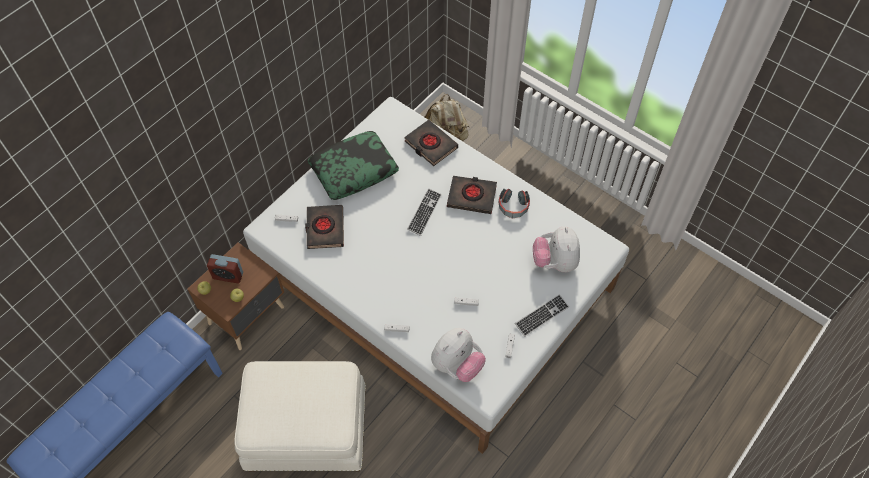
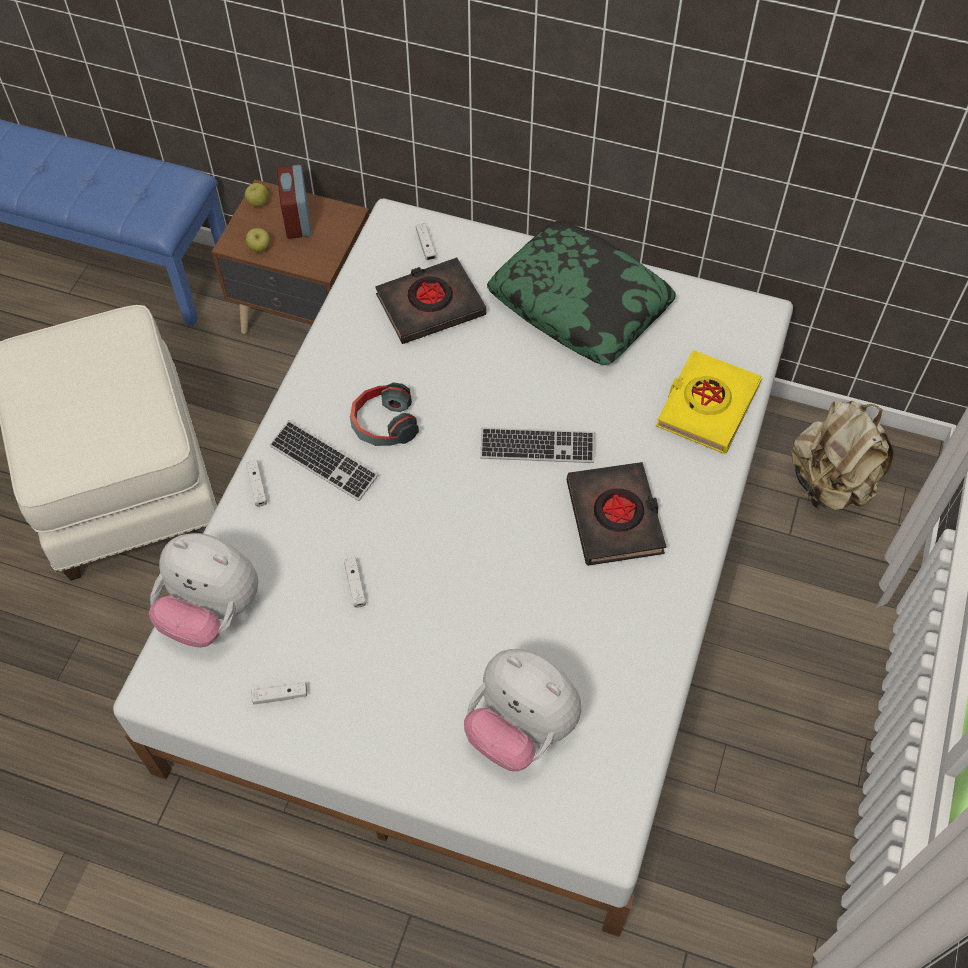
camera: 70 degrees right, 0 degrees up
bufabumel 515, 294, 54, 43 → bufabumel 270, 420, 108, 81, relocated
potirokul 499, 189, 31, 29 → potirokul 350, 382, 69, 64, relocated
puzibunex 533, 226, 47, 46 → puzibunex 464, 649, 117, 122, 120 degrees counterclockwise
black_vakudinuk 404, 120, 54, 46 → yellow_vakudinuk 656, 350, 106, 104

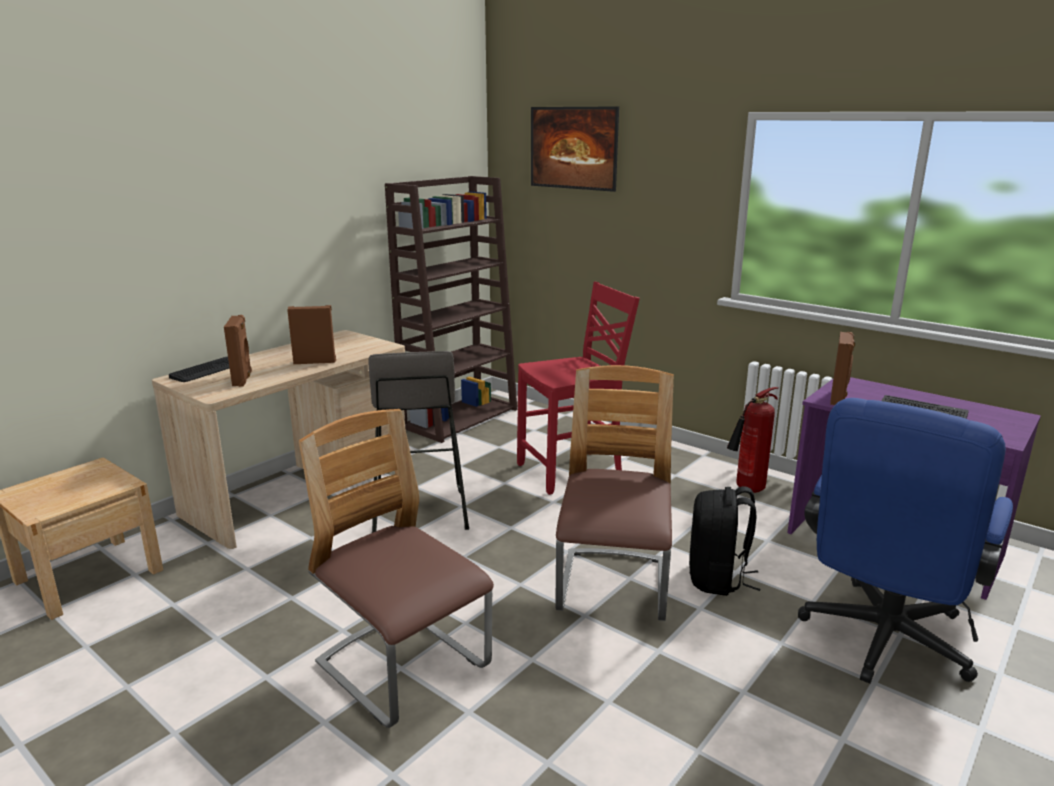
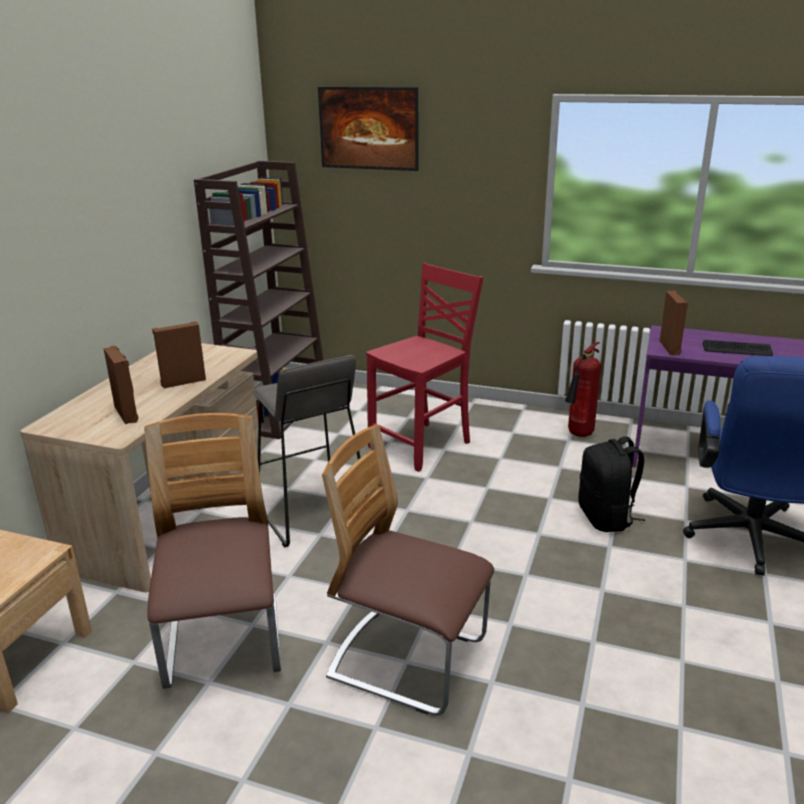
camera: 20 degrees left, 5 degrees up
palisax 555, 365, 119, 256 → palisax 144, 413, 137, 276, relocated
bufabumel 169, 356, 61, 26 → -

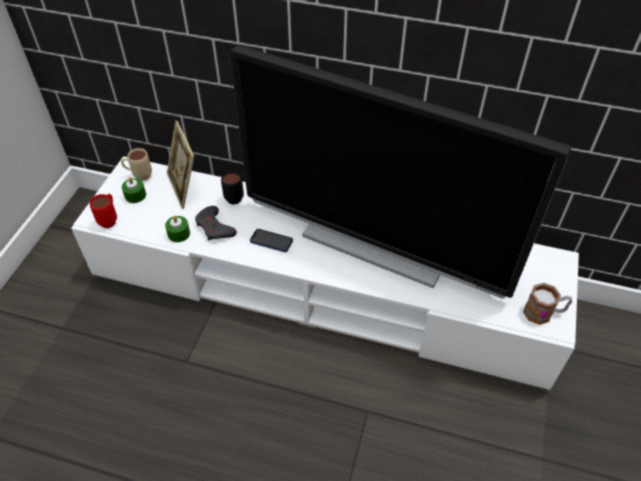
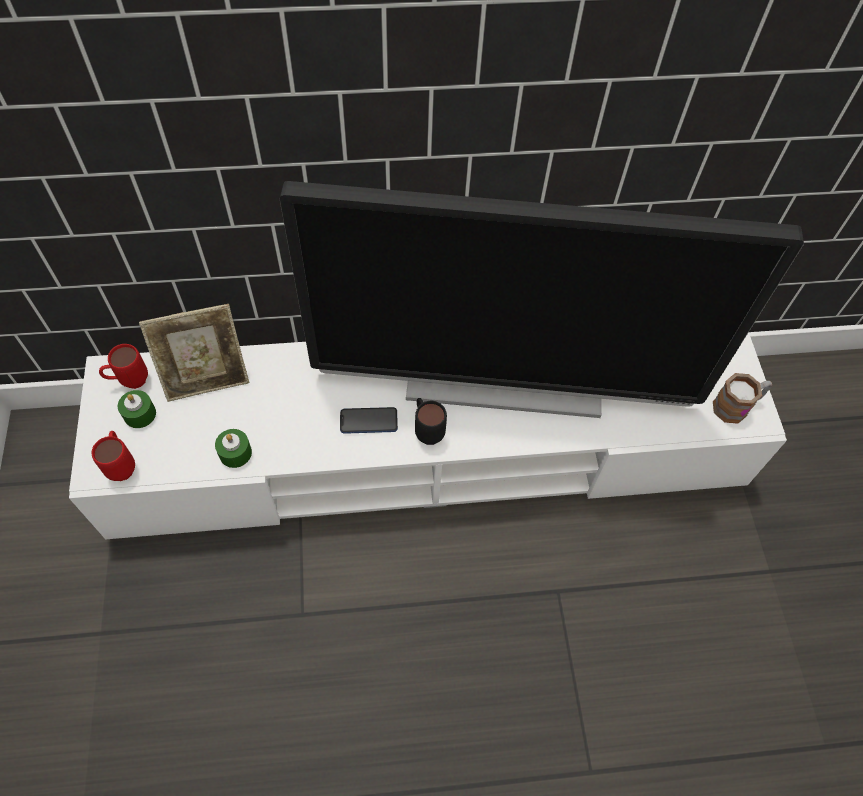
camera: 25 degrees left, 10 degrees up
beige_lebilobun 121, 148, 31, 33 → red_lebilobun 99, 344, 49, 45
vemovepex 167, 121, 27, 88 → vemovepex 139, 304, 111, 98, 60 degrees counterclockwise
black_lebilobun 221, 171, 23, 33 → black_lebilobun 415, 398, 32, 47, relocated
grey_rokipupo 195, 206, 42, 34 → -

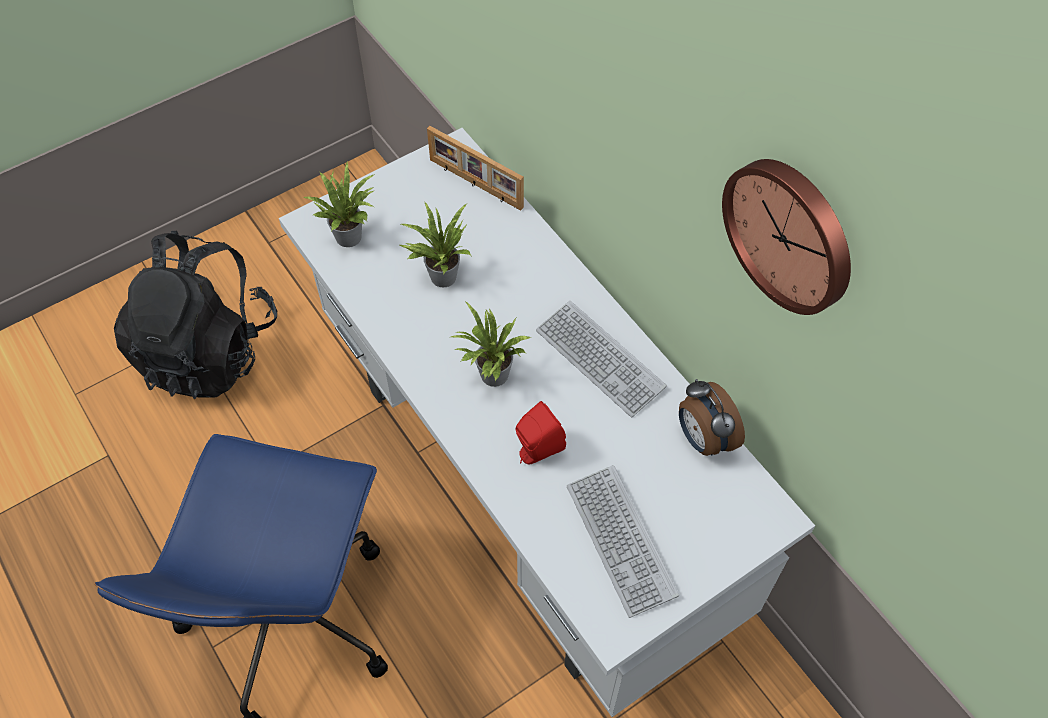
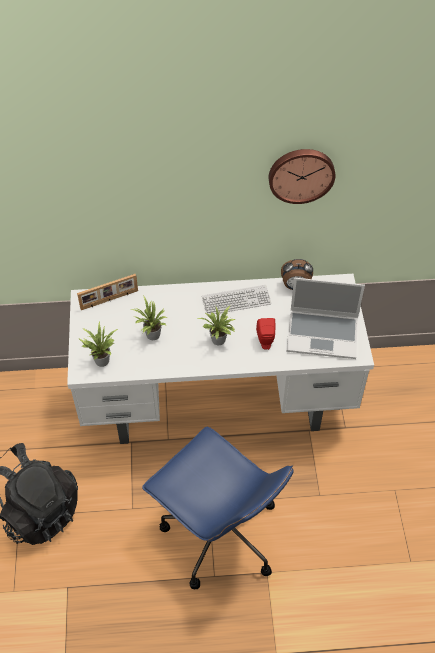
camera: 60 degrees left, 5 degrees down
bufabumel 567, 465, 112, 153 → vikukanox 286, 278, 79, 81

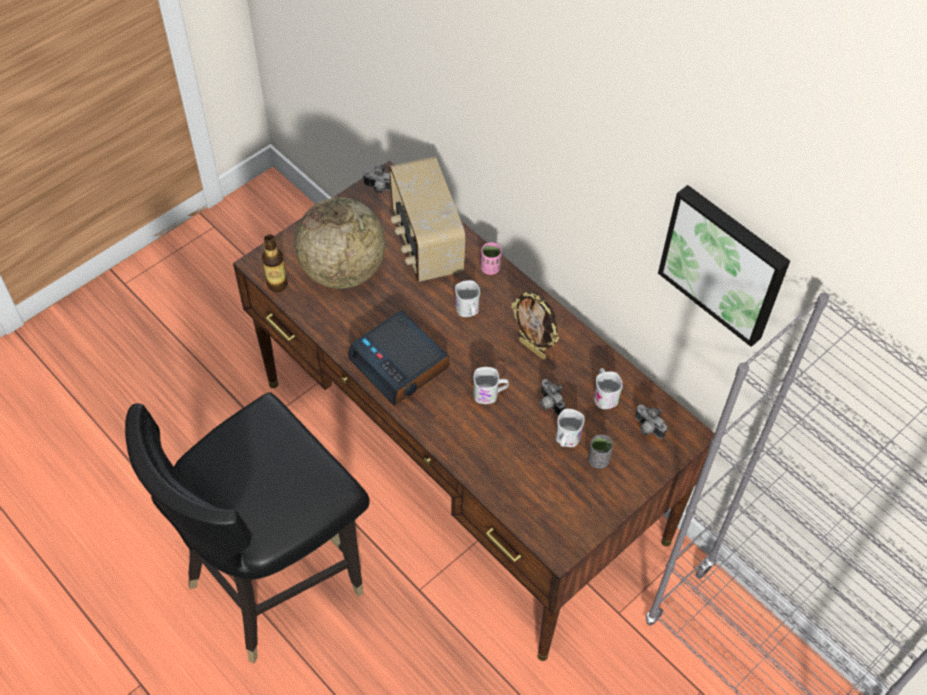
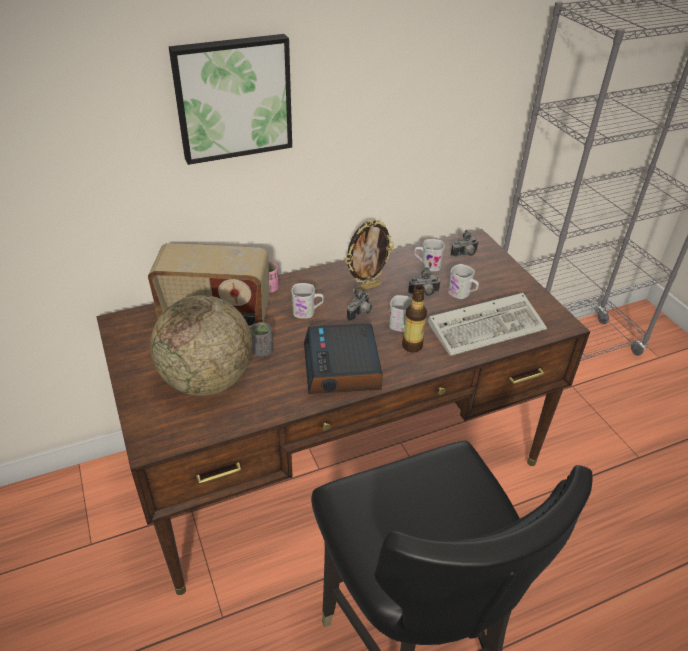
camera: 70 degrees left, 15 degrees down
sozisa 658, 185, 132, 162 → sozisa 169, 34, 123, 131, relocated
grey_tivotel 588, 435, 25, 34 → grey_tivotel 250, 322, 23, 35, relocated
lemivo 348, 310, 101, 96 → lemivo 304, 323, 79, 71, 105 degrees clockwise
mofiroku 363, 164, 28, 29 → mofiroku 347, 288, 25, 33, relocated
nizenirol 262, 234, 26, 58 → nizenirol 402, 285, 25, 67, relocated
- → bufabumel 428, 293, 119, 63

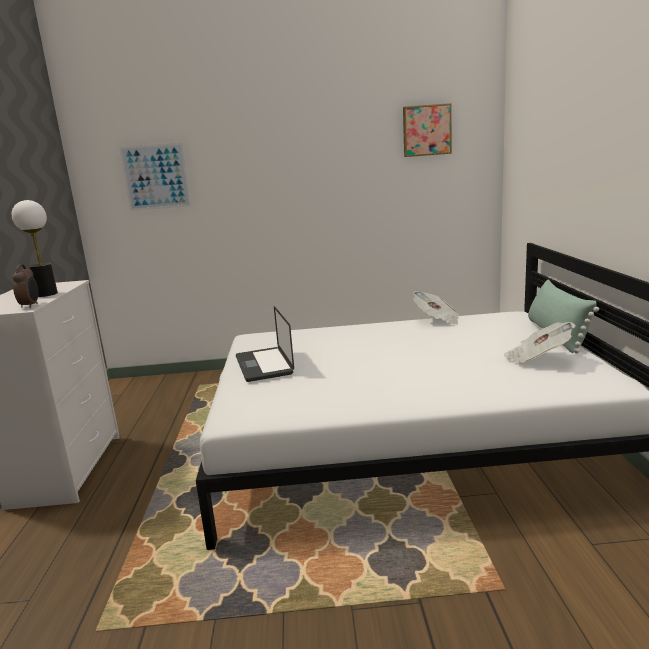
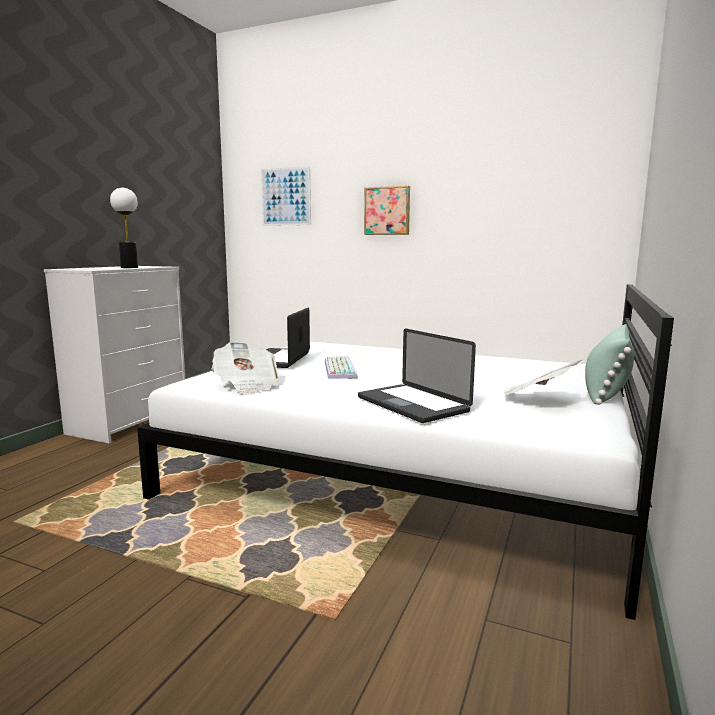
camera: 25 degrees right, 5 degrees down
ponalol 413, 291, 47, 34 → ponalol 212, 341, 67, 54, relocated
- → bufabumel 325, 356, 33, 23
- → vikukanox 358, 329, 118, 94
sozisa 403, 103, 49, 54 → sozisa 364, 186, 46, 49, relocated
lemivo 12, 264, 26, 44 → -

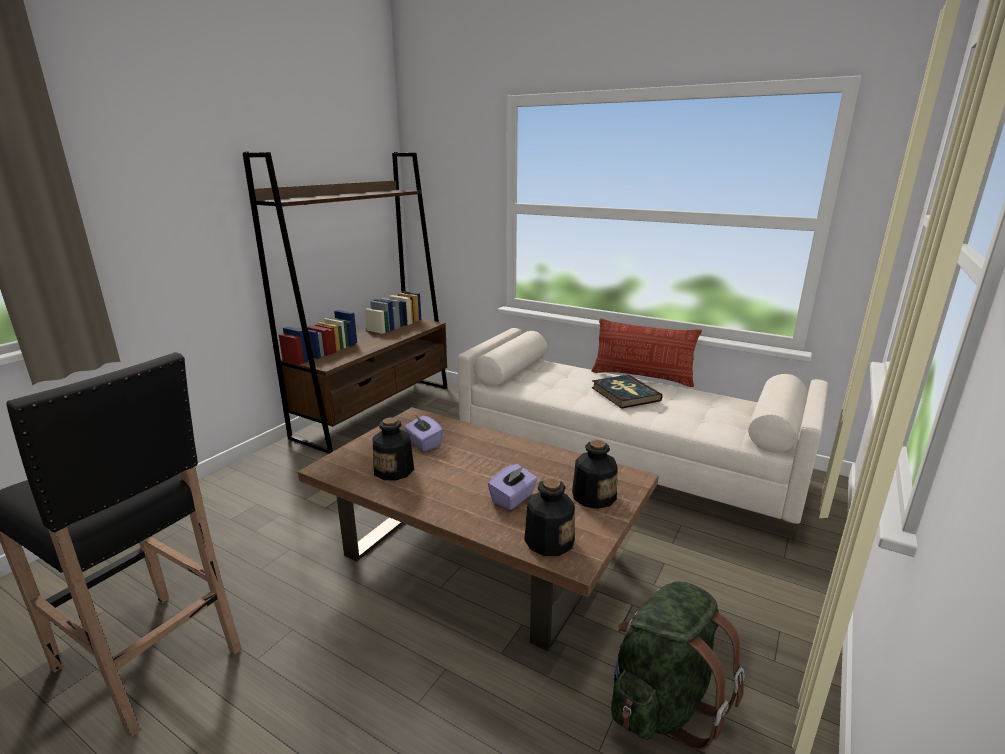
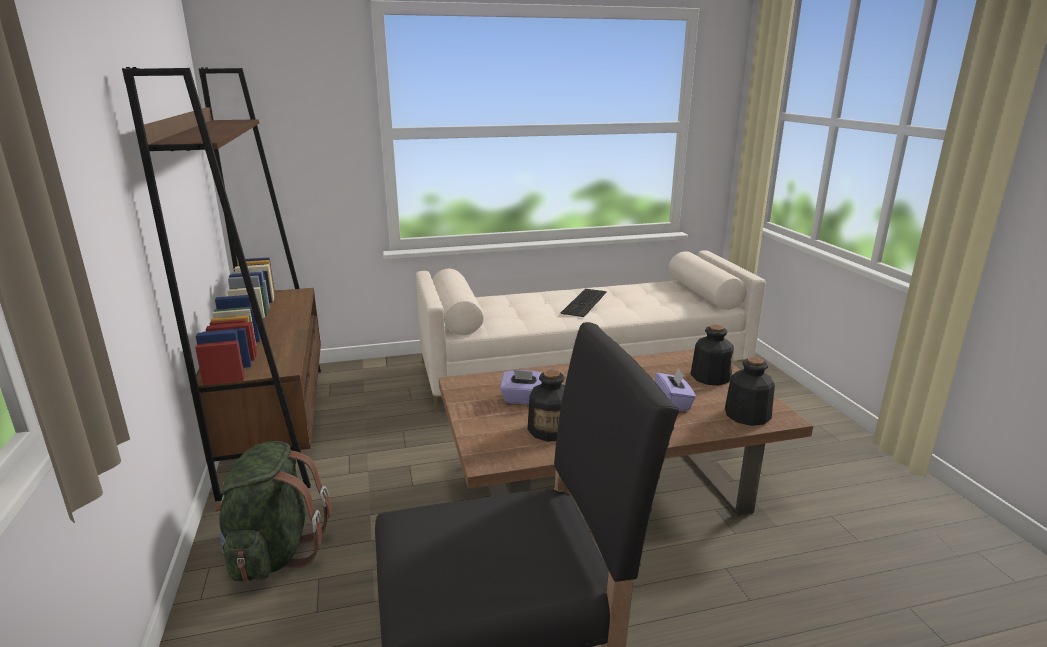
camera: 45 degrees left, 0 degrees up
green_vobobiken 611, 581, 134, 169 → green_vobobiken 214, 441, 118, 141, relocated
vakudinuk 592, 374, 70, 35 → bufabumel 560, 289, 47, 28
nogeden 591, 318, 111, 69 → -

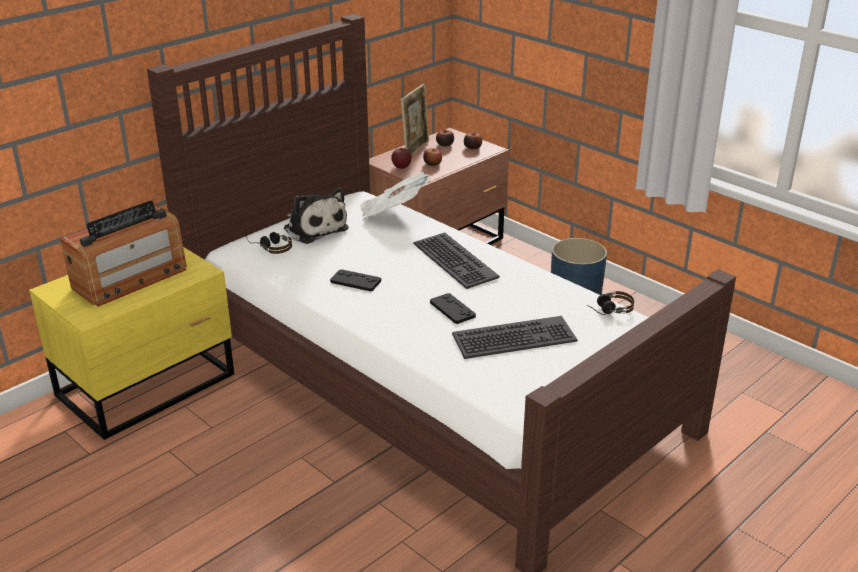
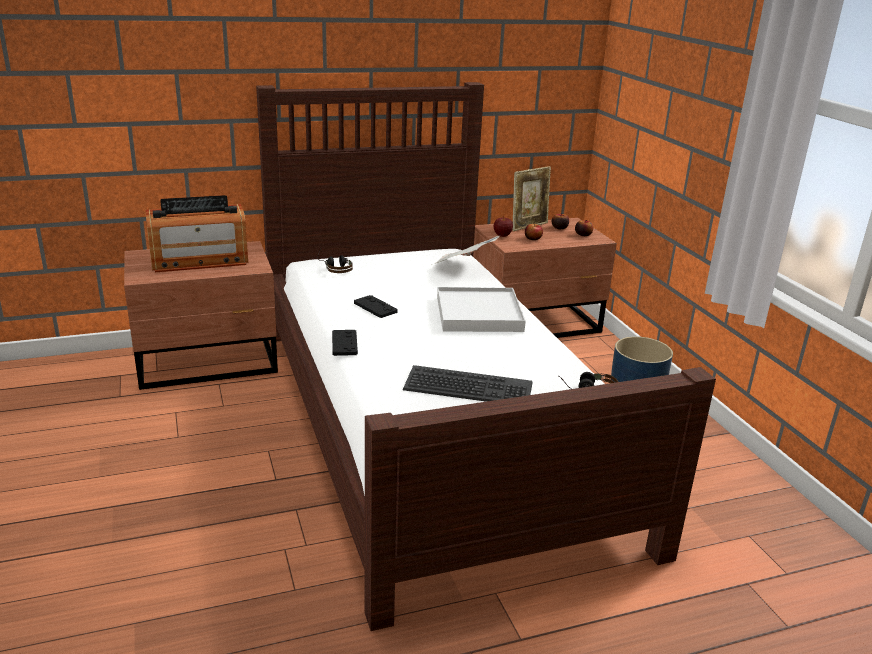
camera: 25 degrees right, 5 degrees down
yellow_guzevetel 29, 247, 205, 193 → brown_guzevetel 124, 241, 154, 149
black_rokipupo 430, 293, 46, 31 → black_rokipupo 332, 330, 26, 26, relocated
bufabumel 413, 233, 87, 56 → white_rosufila 437, 287, 89, 45
puzibunex 284, 188, 65, 56 → -

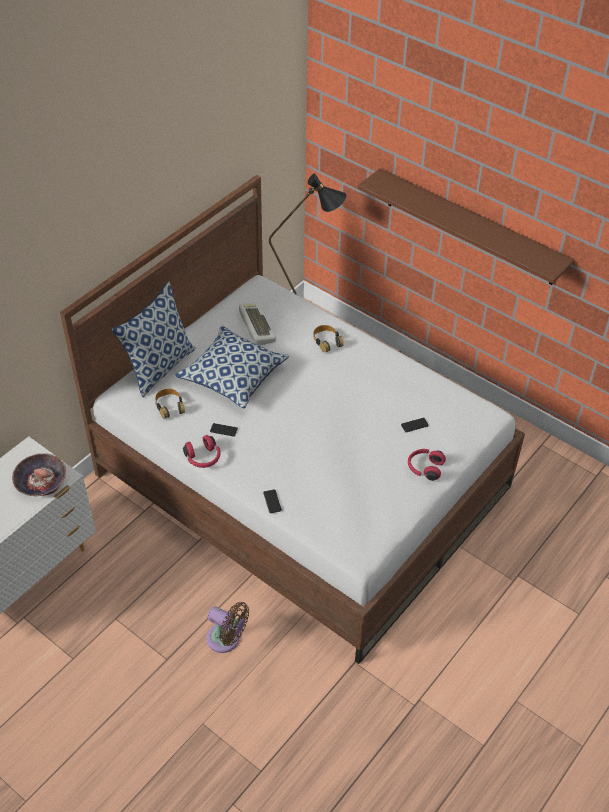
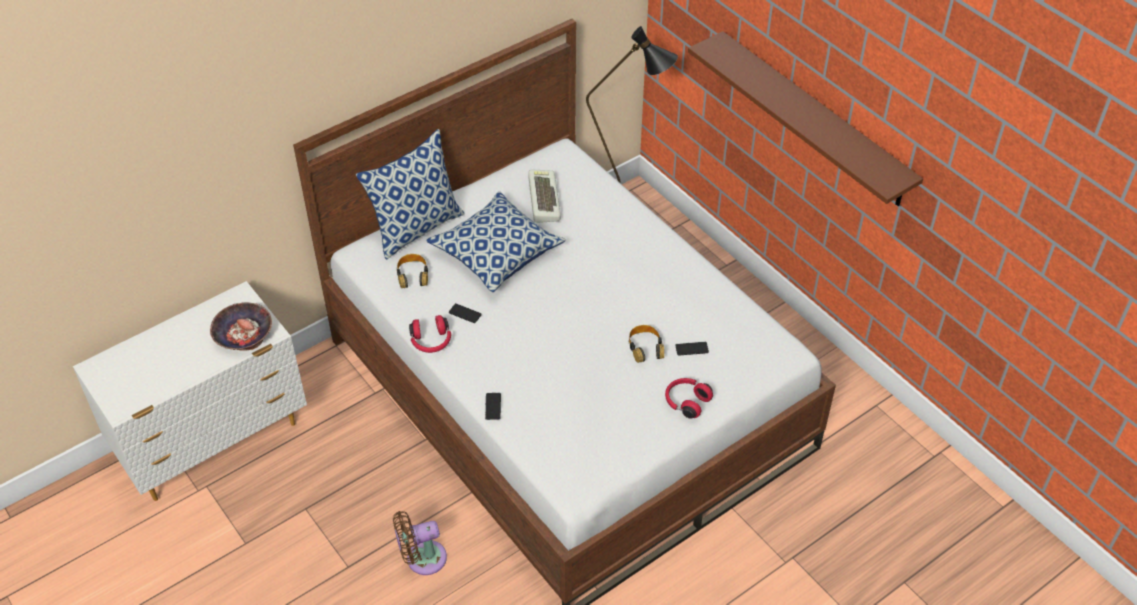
camera: 15 degrees right, 0 degrees up
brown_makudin 206, 602, 43, 51 → brown_makudin 393, 511, 54, 64, 120 degrees clockwise
potirokul 314, 325, 30, 28 → potirokul 629, 325, 35, 38, relocated

